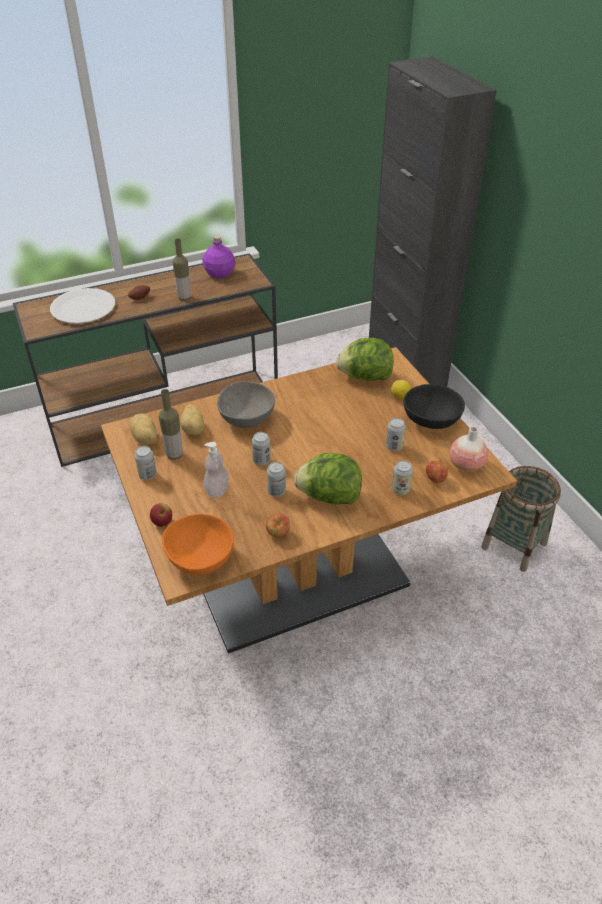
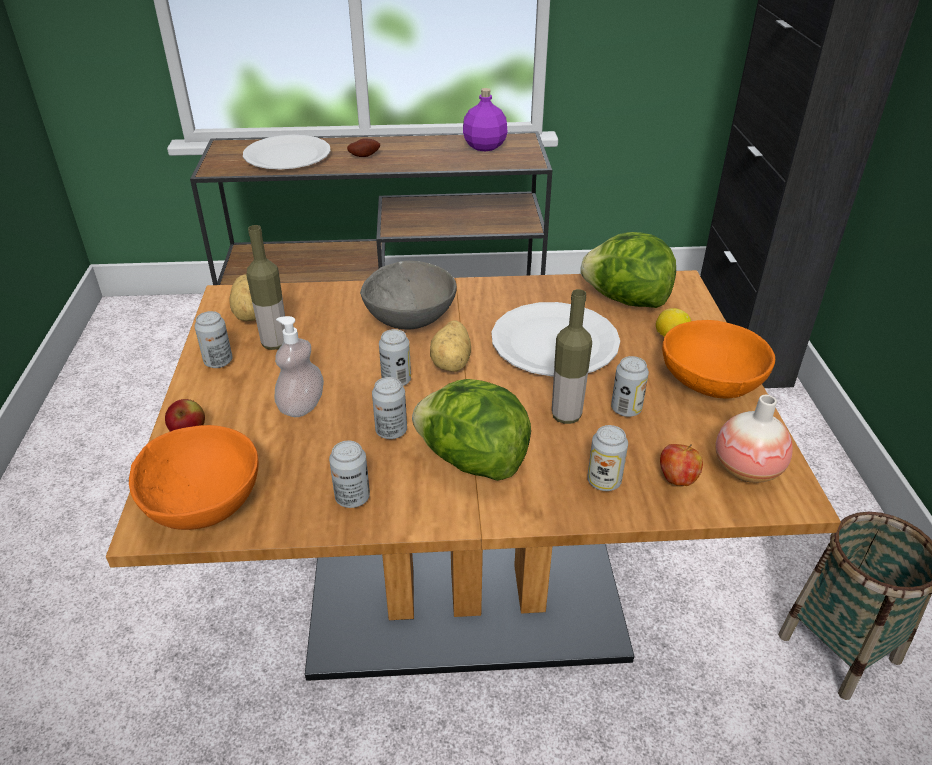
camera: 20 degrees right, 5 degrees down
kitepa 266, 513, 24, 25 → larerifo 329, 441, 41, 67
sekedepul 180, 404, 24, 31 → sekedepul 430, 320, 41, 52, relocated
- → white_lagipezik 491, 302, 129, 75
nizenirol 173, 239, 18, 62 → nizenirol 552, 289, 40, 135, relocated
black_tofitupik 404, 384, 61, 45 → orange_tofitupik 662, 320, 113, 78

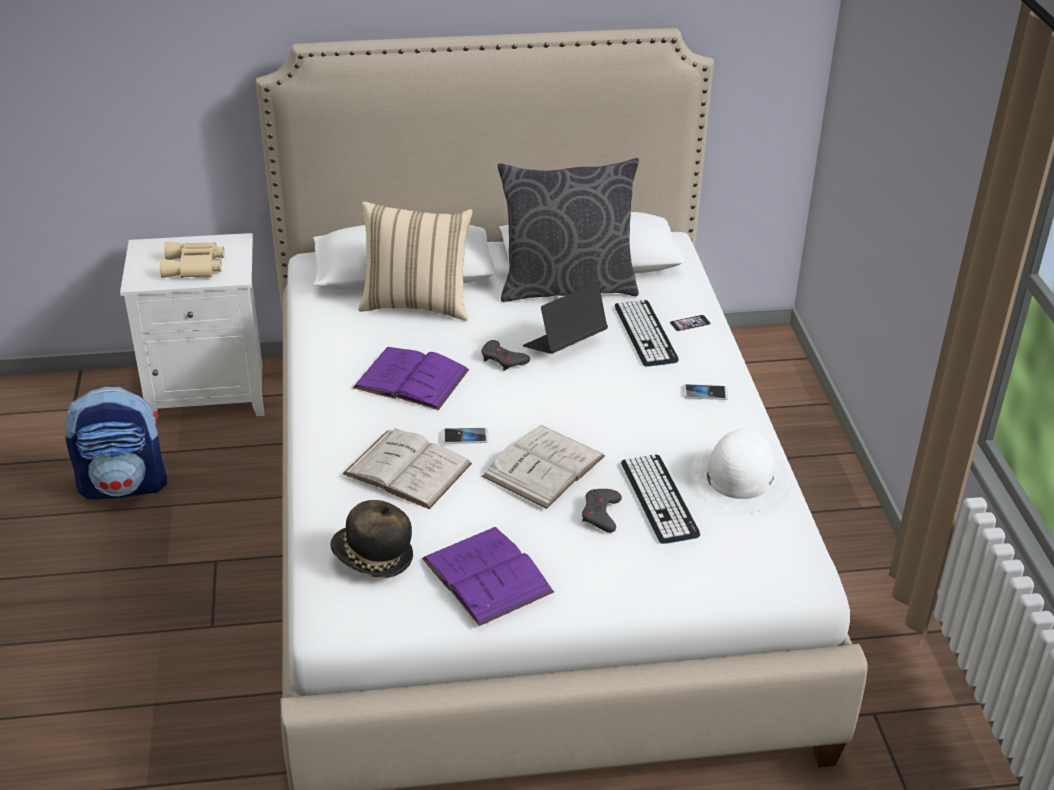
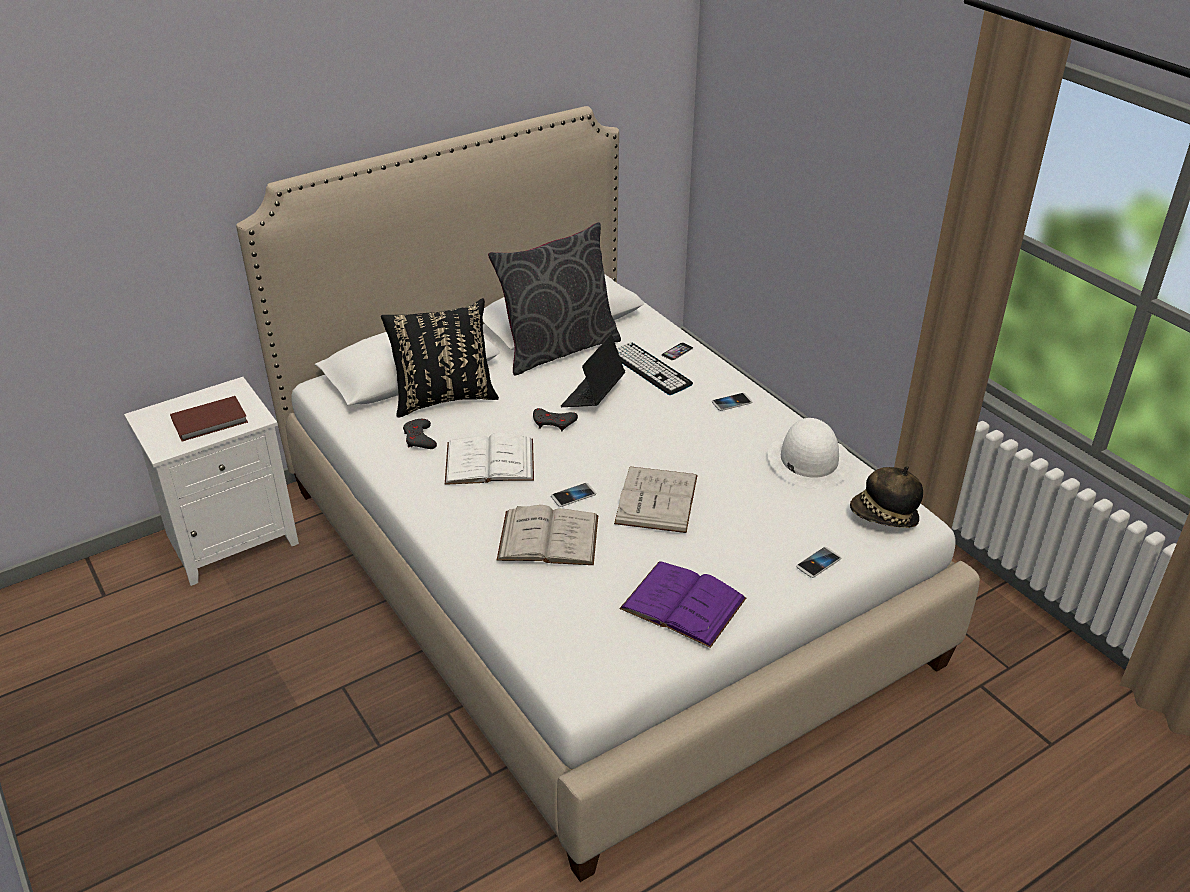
camera: 25 degrees left, 0 degrees up
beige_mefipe 160, 242, 65, 36 → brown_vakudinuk 170, 396, 78, 46
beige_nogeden 358, 201, 115, 120 → black_nogeden 381, 298, 118, 120
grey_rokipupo 582, 489, 40, 44 → grey_rokipupo 403, 419, 34, 30, relocated
purple_vakudinuk 353, 347, 116, 63 → white_vakudinuk 445, 432, 89, 53
- → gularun 796, 547, 45, 31
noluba 331, 500, 82, 78 → noluba 850, 466, 73, 62, relocated
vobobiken 65, 386, 102, 114 → -
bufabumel 621, 454, 79, 90 → -

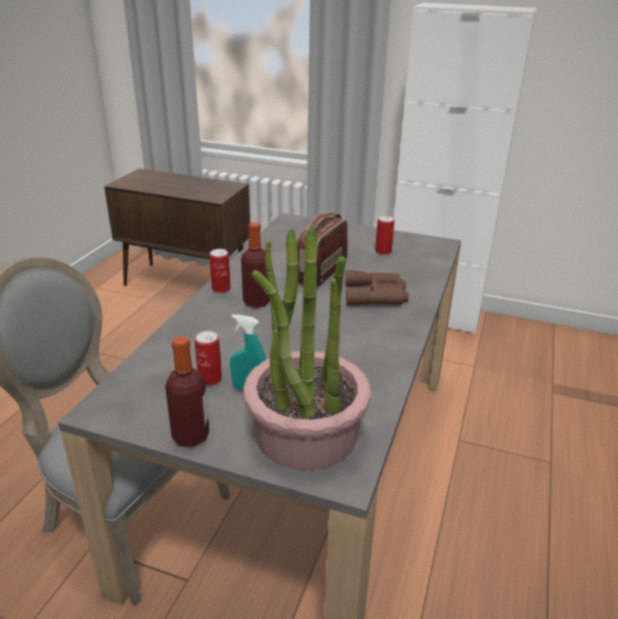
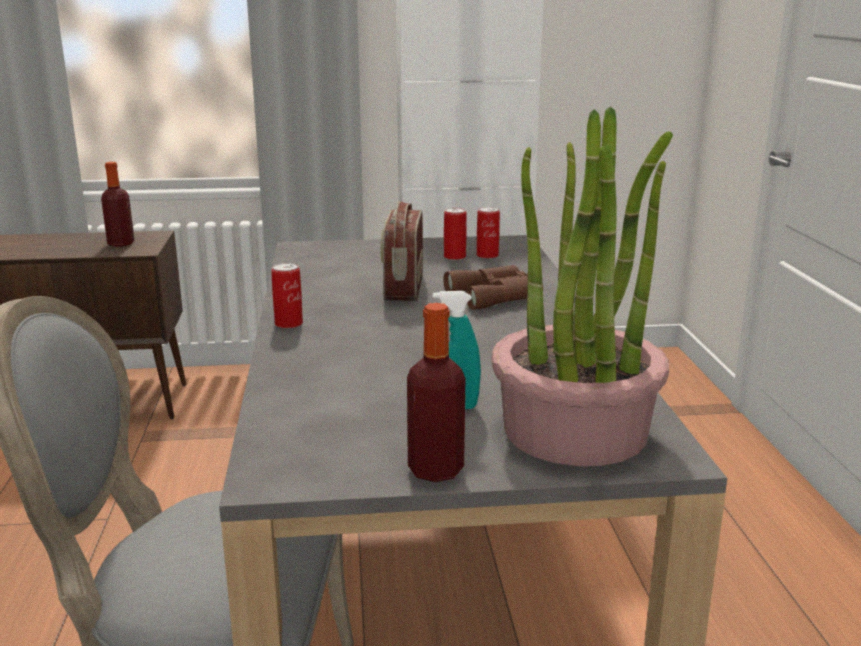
camera: 25 degrees left, 10 degrees down
nizenirol 241, 222, 29, 86 → nizenirol 101, 162, 33, 85, relocated
larerifo 195, 331, 27, 55 → larerifo 477, 207, 23, 52, relocated

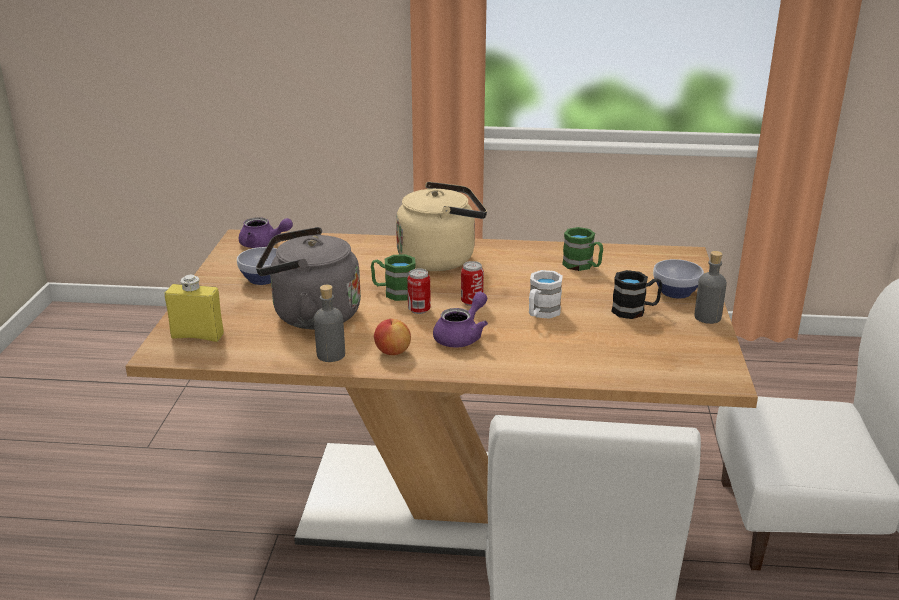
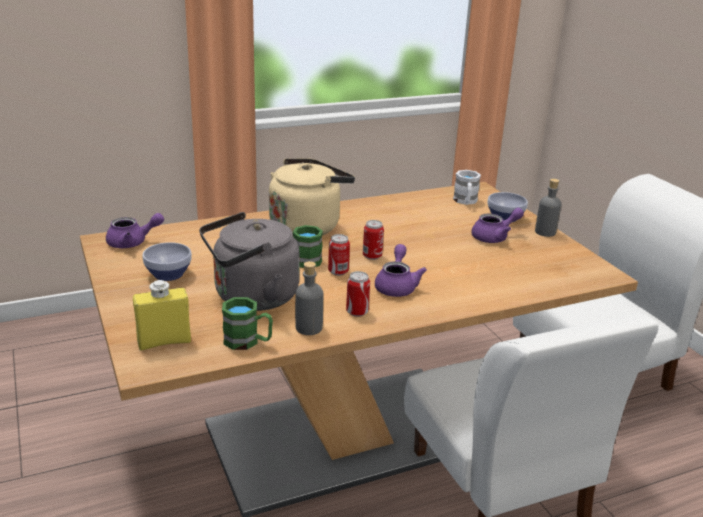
camera: 30 degrees left, 0 degrees up
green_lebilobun 562, 227, 41, 44 → green_lebilobun 222, 297, 51, 53, relocated
kitepa 374, 319, 37, 36 → larerifo 346, 271, 24, 46
white_lebilobun 529, 270, 34, 49 → white_lebilobun 453, 170, 28, 35, relocated
black_lebilobun 611, 270, 51, 49 → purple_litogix 471, 208, 53, 35

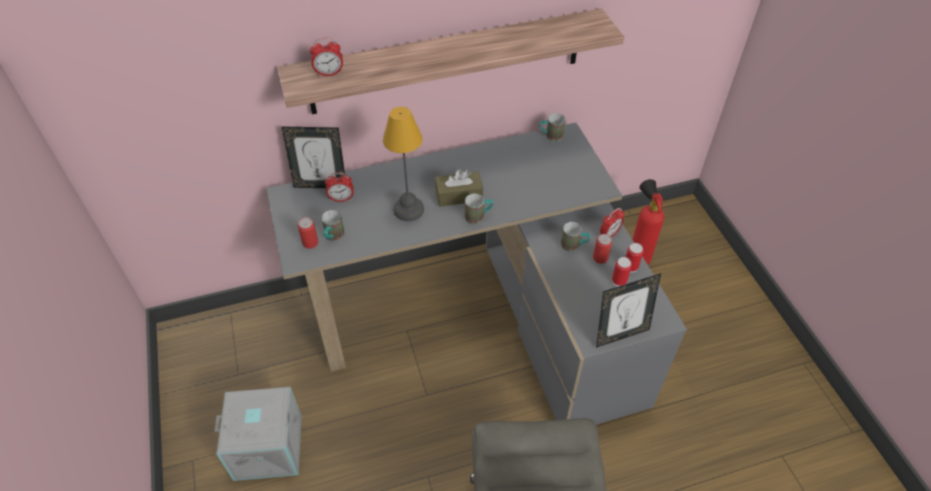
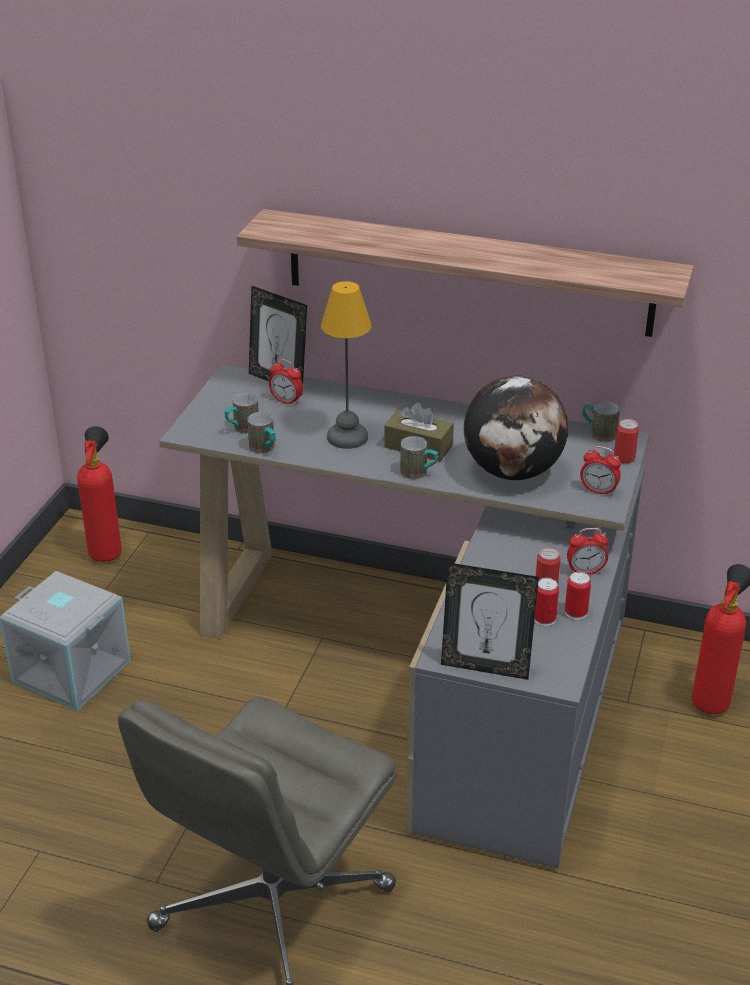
camera: 35 degrees right, 15 degrees down
- → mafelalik 77, 426, 45, 136
lebilobun 561, 222, 29, 30 → lebilobun 247, 412, 29, 42, relocated
- → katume 464, 376, 105, 104
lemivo 310, 38, 33, 39 → lemivo 580, 446, 41, 50, relocated
larerifo 298, 217, 21, 32 → larerifo 614, 419, 25, 44, relocated

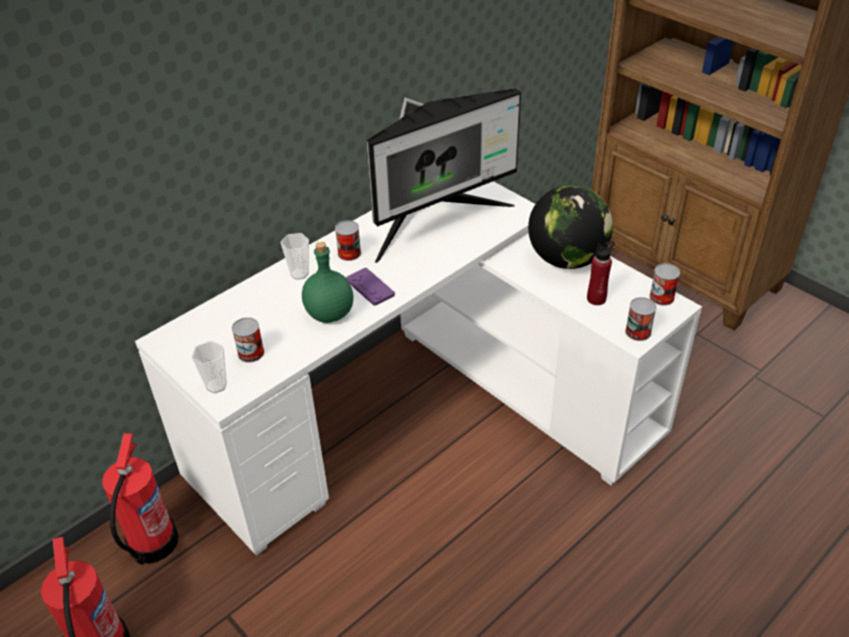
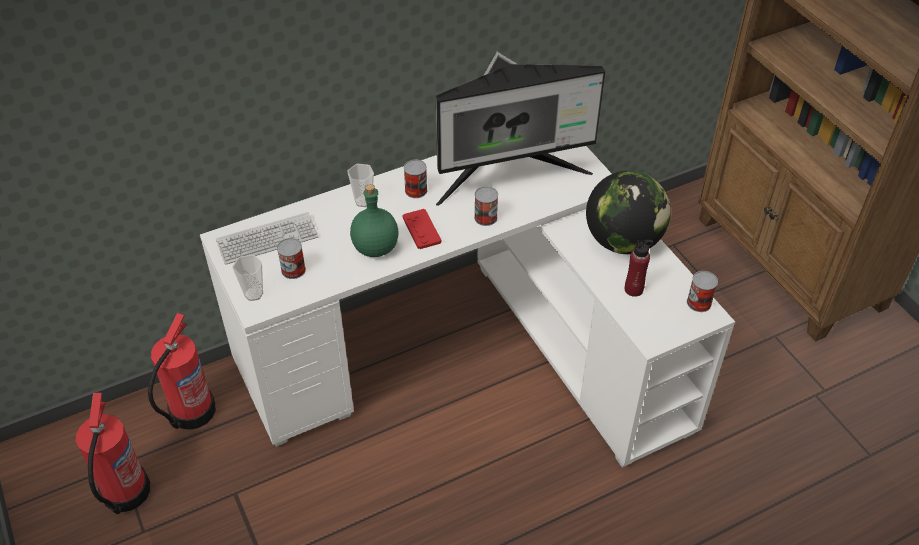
camera: 15 degrees right, 5 degrees up
- → bufabumel 216, 212, 103, 53
purple_rokipupo 346, 268, 49, 38 → red_rokipupo 403, 209, 38, 40
larerifo 625, 297, 32, 44 → larerifo 474, 186, 24, 40, relocated

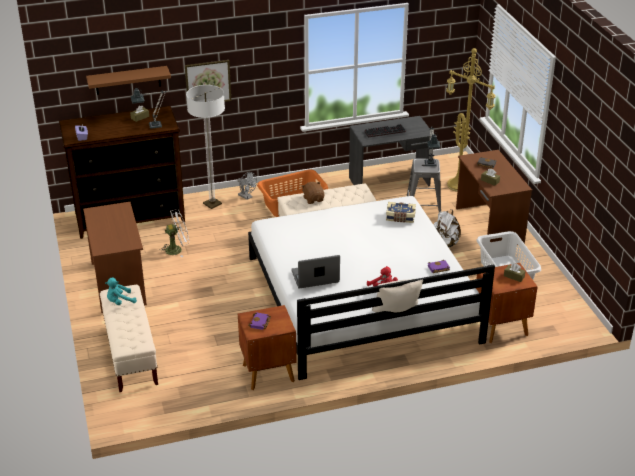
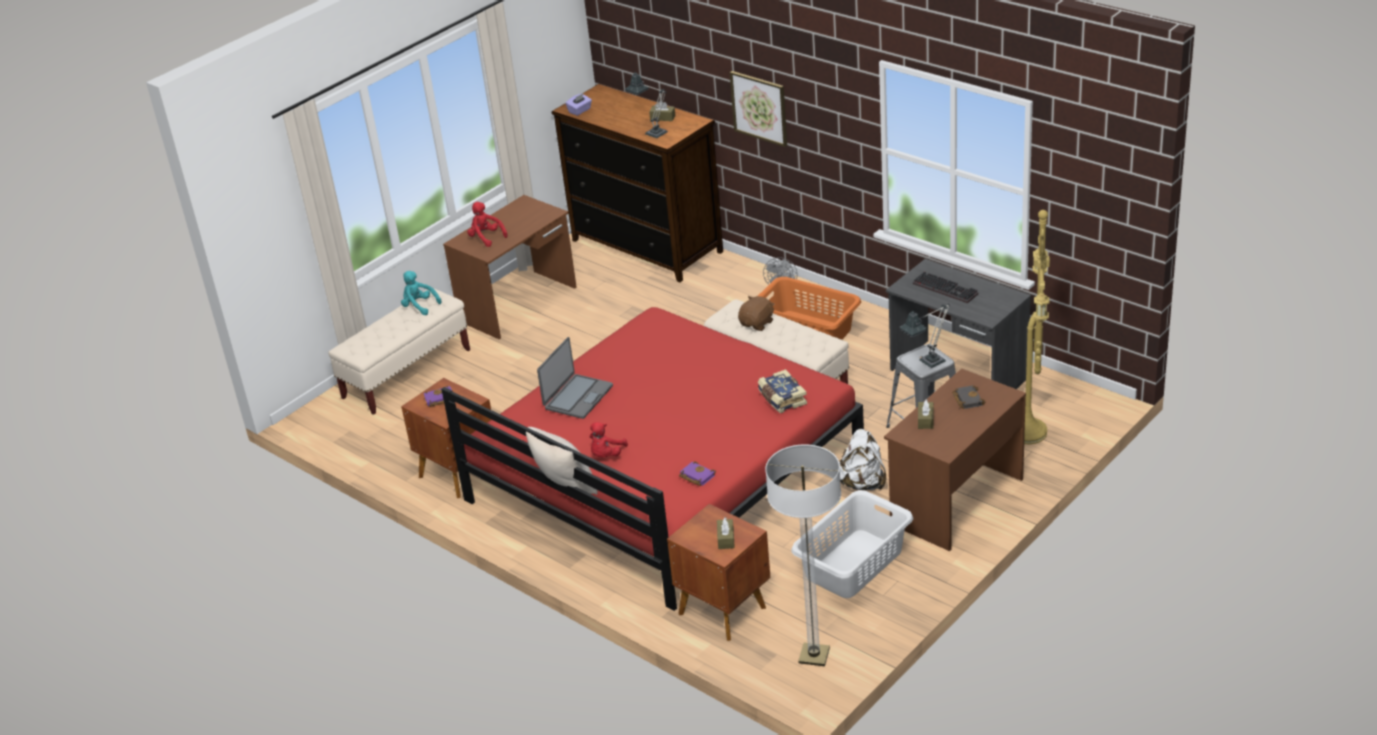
camera: 60 degrees right, 0 degrees up
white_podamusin 248, 196, 247, 184 → red_podamusin 441, 307, 423, 304
- → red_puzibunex 467, 202, 41, 45
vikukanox 291, 255, 49, 33 → vikukanox 537, 337, 76, 82, 75 degrees clockwise
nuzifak 186, 85, 39, 124 → nuzifak 765, 444, 76, 222, relocated
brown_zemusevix 86, 66, 85, 29 → -
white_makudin 161, 209, 28, 48 → -

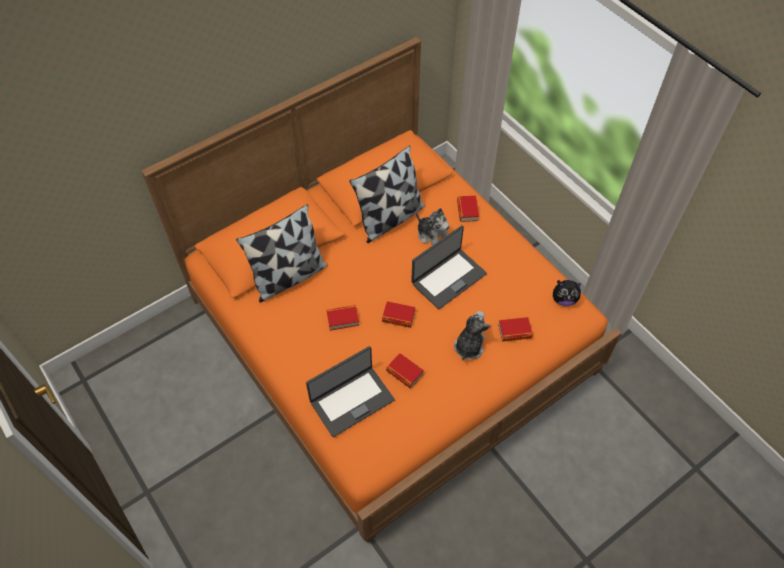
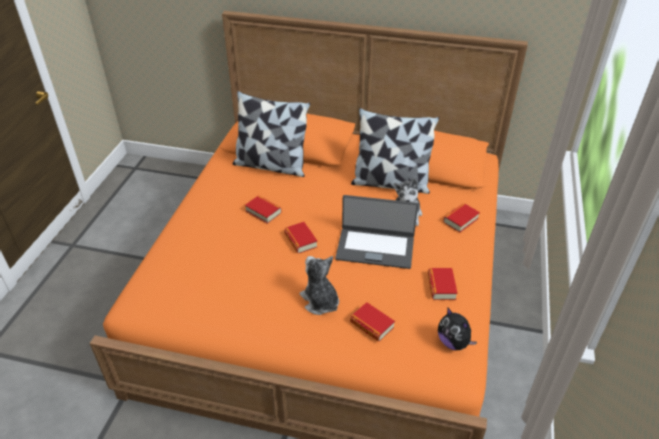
camera: 50 degrees right, 15 degrees down
puzibunex 454, 311, 36, 50 → puzibunex 300, 256, 39, 59, 105 degrees counterclockwise
vakudinuk 386, 353, 38, 35 → vakudinuk 428, 268, 30, 32, relocated
vikukanox 306, 346, 89, 91 → -

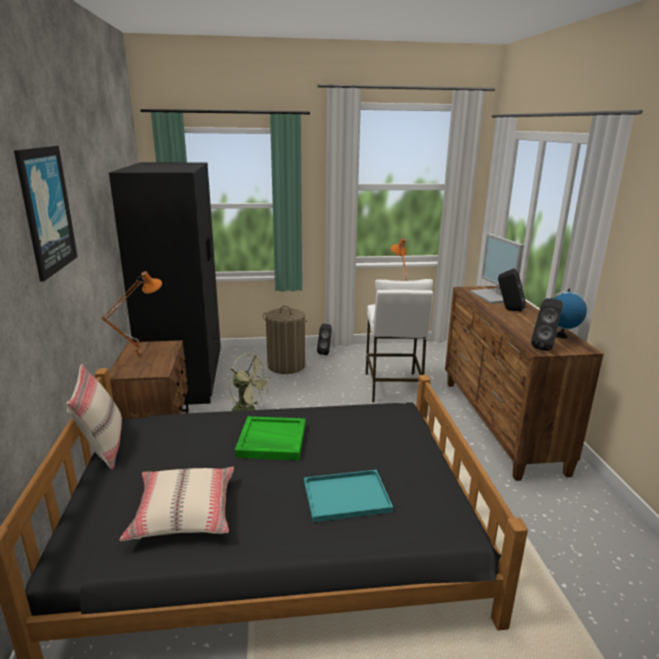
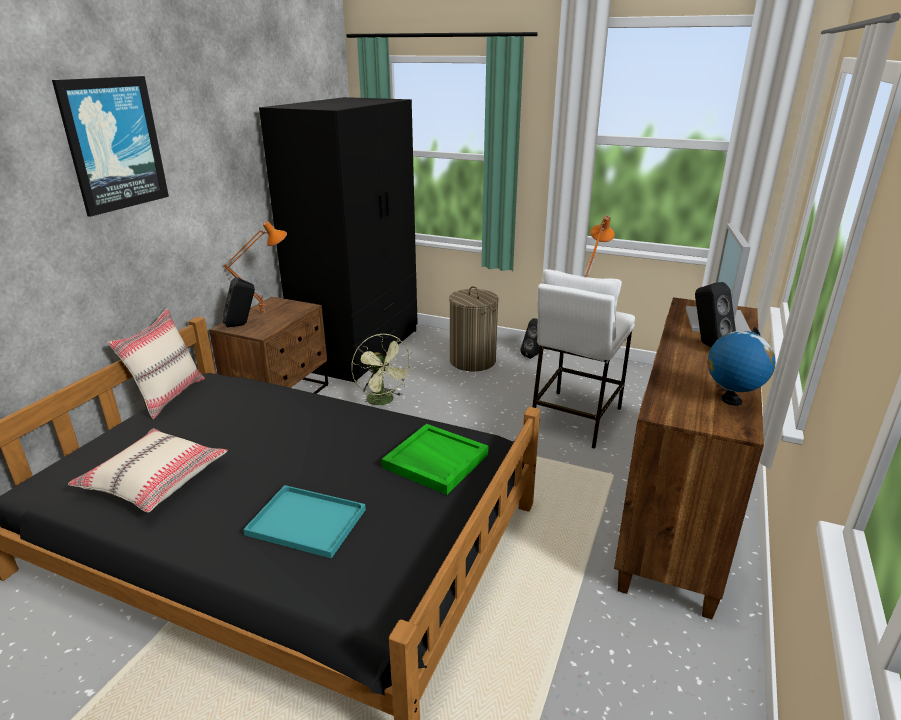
camera: 30 degrees right, 5 degrees up
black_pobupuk 531, 298, 32, 53 → black_pobupuk 222, 277, 33, 50, relocated
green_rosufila 235, 416, 71, 44 → green_rosufila 382, 424, 106, 71, relocated

